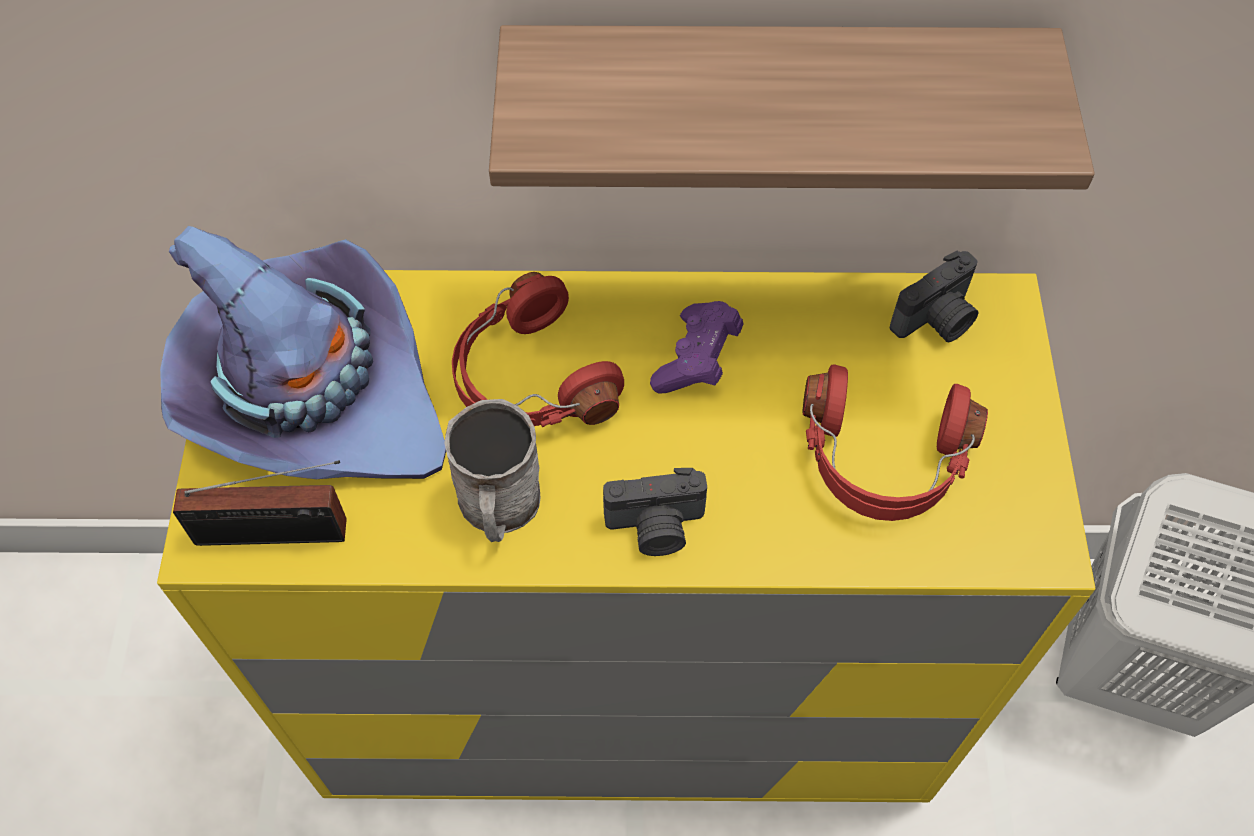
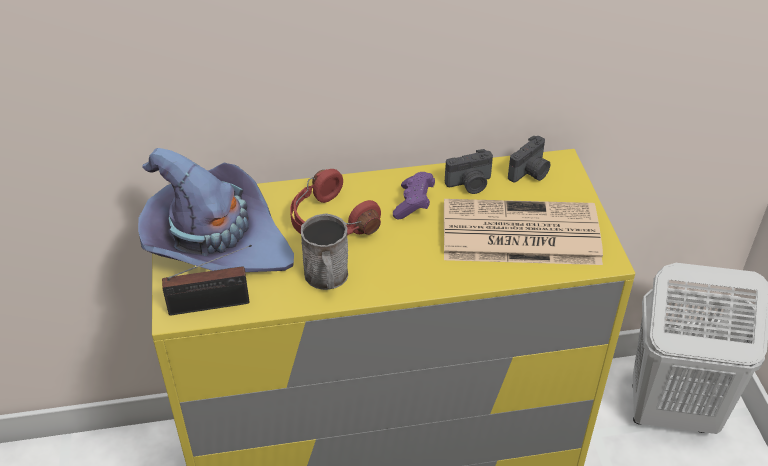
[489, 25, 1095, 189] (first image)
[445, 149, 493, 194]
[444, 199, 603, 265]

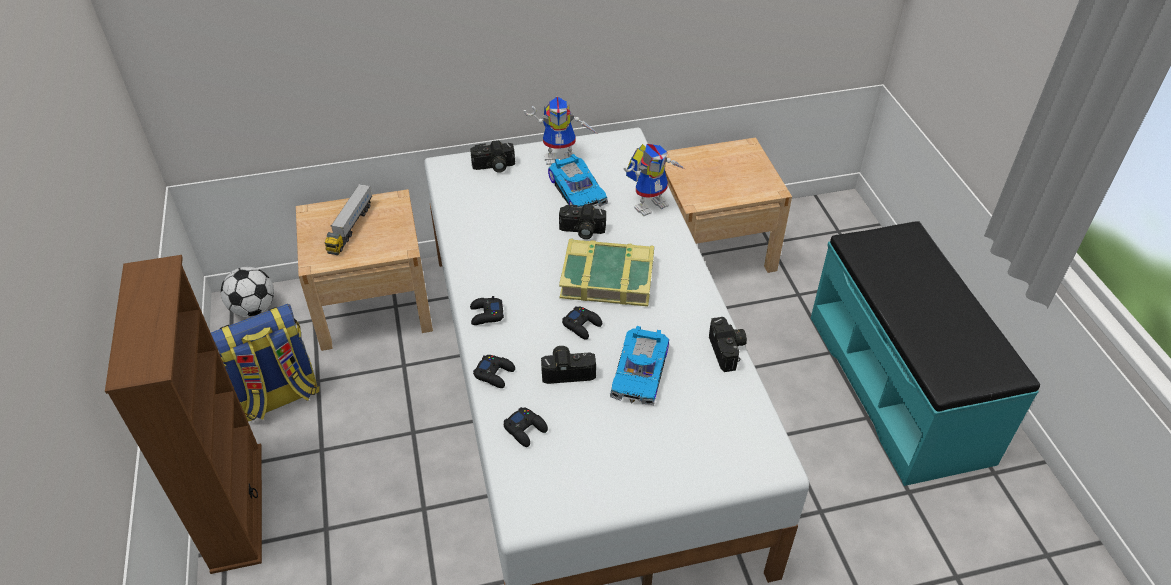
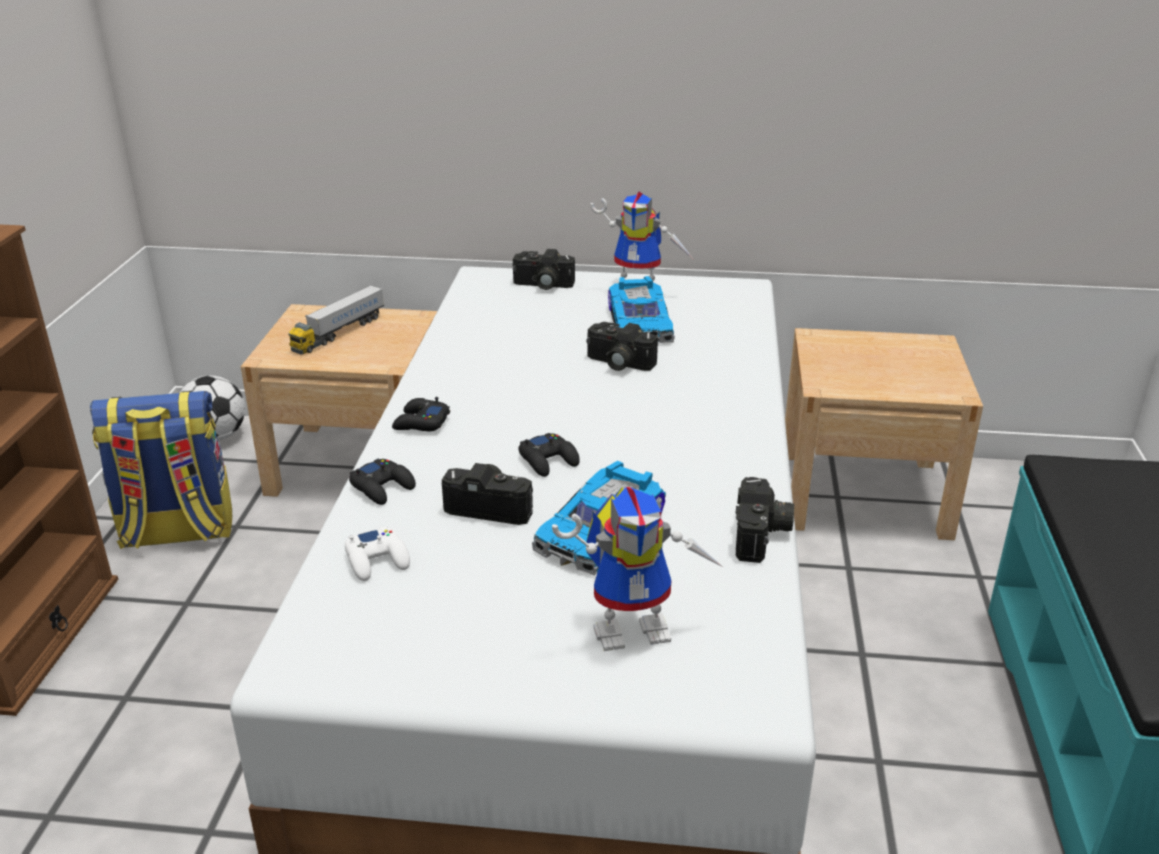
[559, 238, 654, 307] (first image)
[552, 487, 724, 651]
[345, 527, 410, 581]

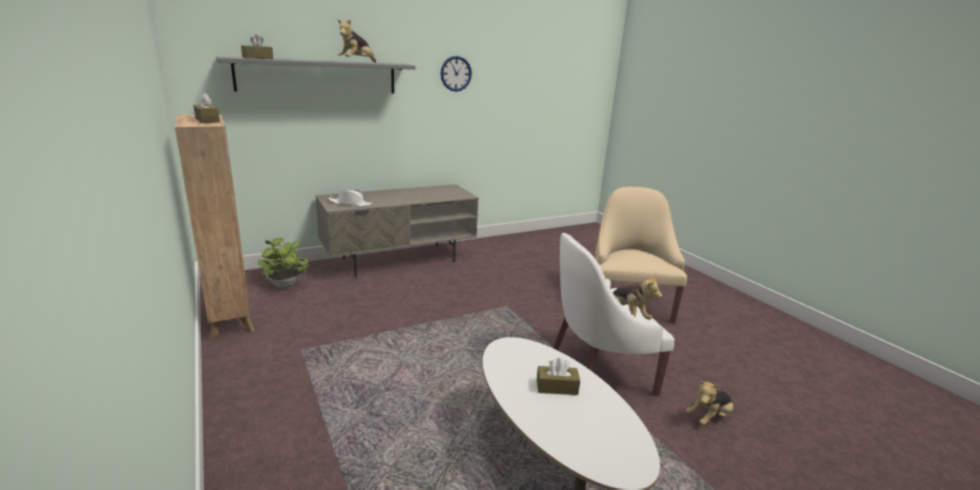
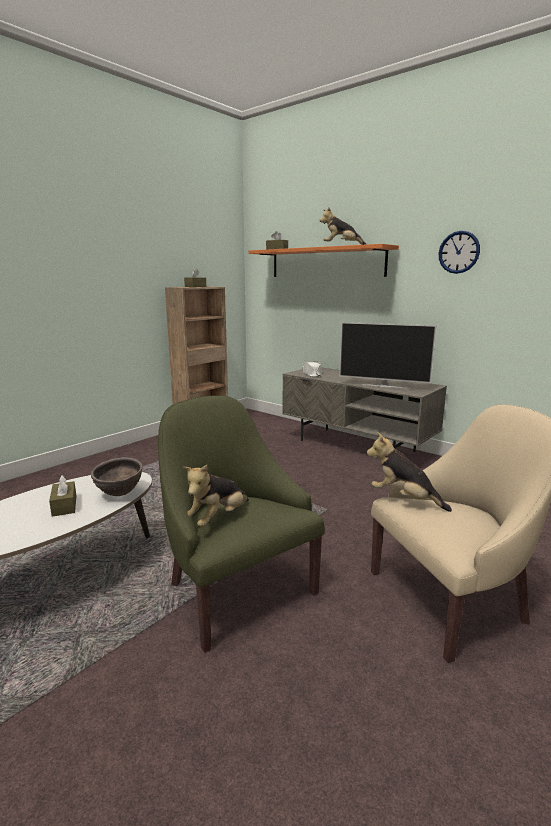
[258, 238, 310, 288] (first image)
[91, 457, 143, 496]
[339, 322, 436, 389]
[367, 432, 452, 512]
[249, 244, 399, 277]
[158, 395, 325, 653]

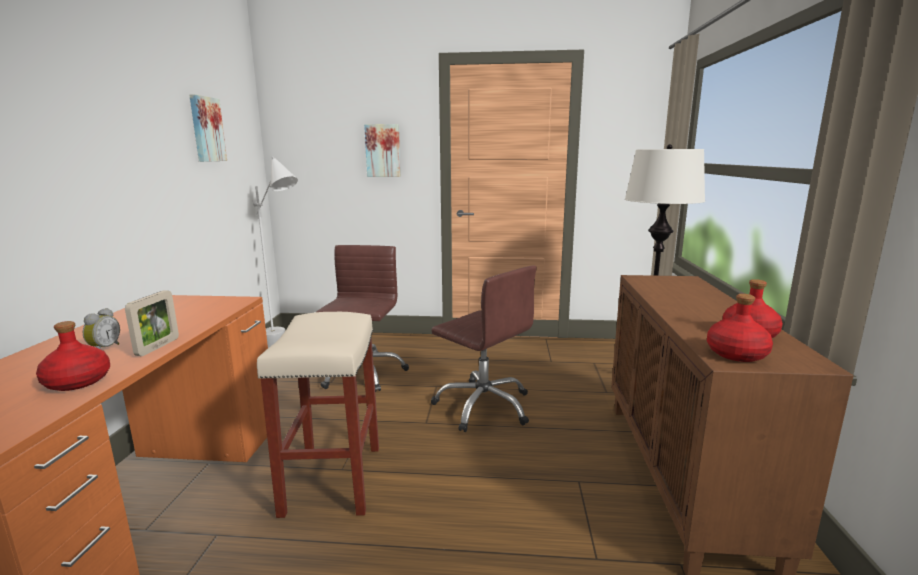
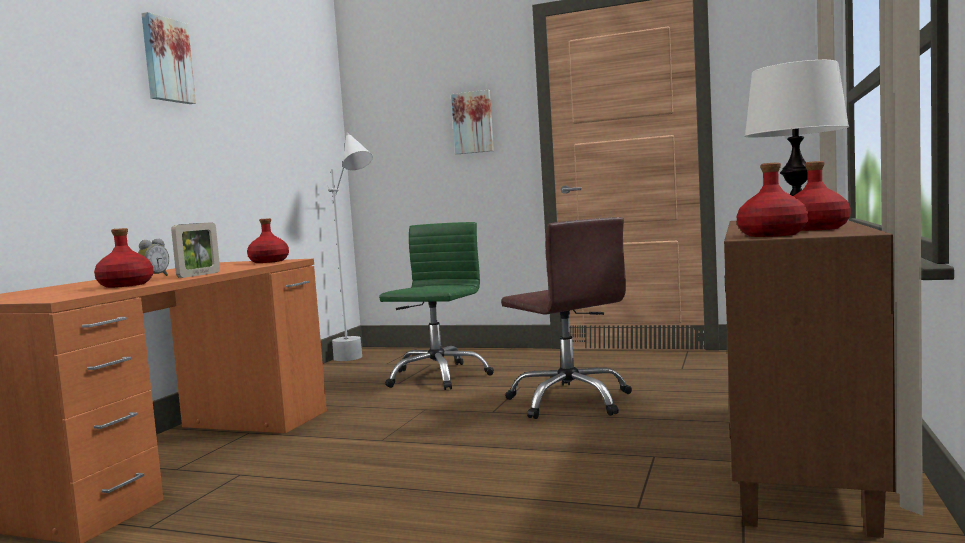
[257, 312, 379, 518] (first image)
[247, 218, 289, 263]
[141, 12, 196, 104]
[379, 222, 494, 390]

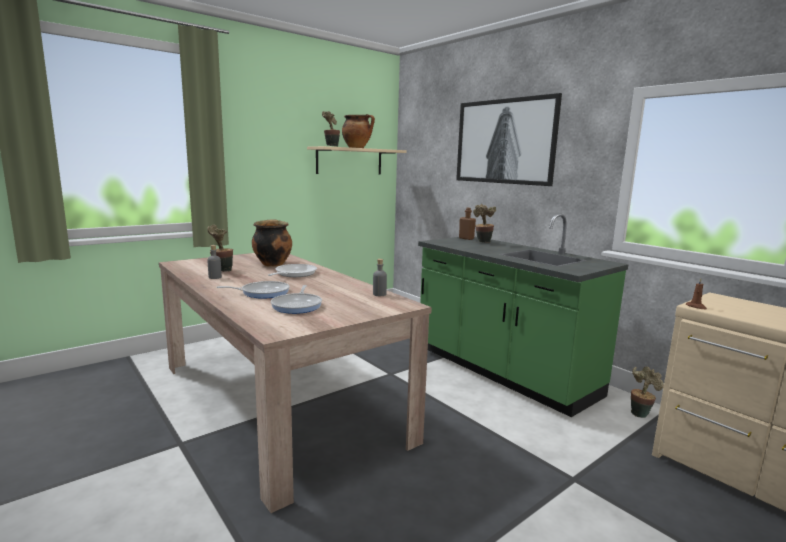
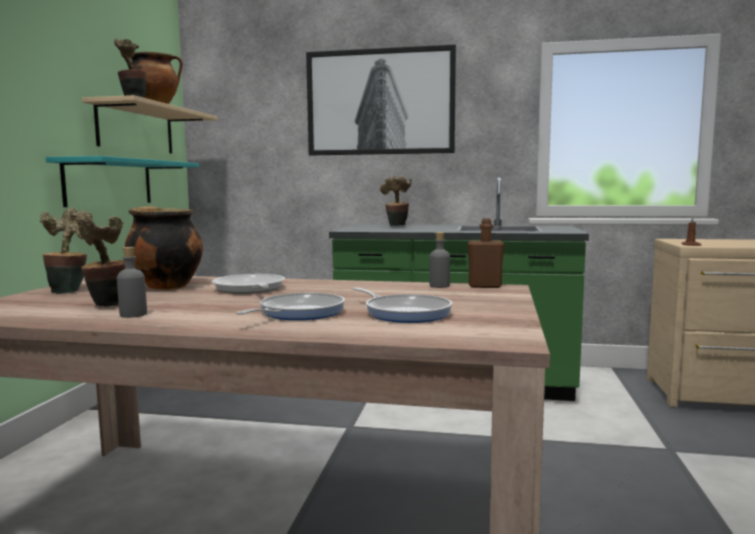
[46, 156, 199, 207]
[467, 218, 505, 288]
[40, 208, 87, 294]

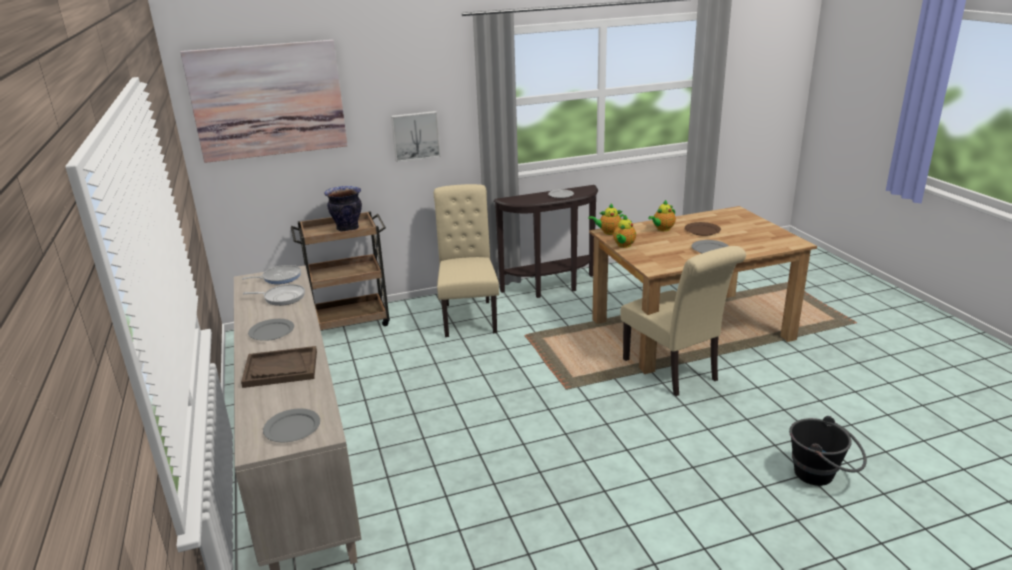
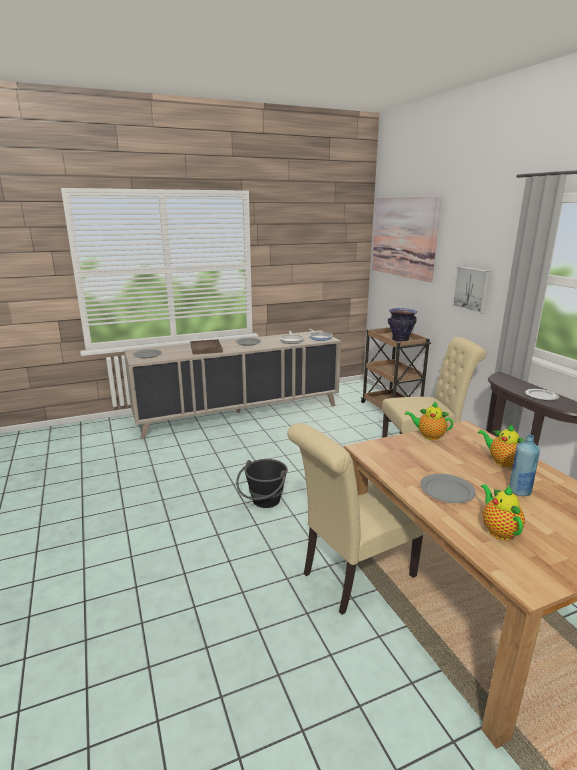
[481, 484, 525, 540]
[236, 459, 288, 508]
[509, 435, 540, 496]

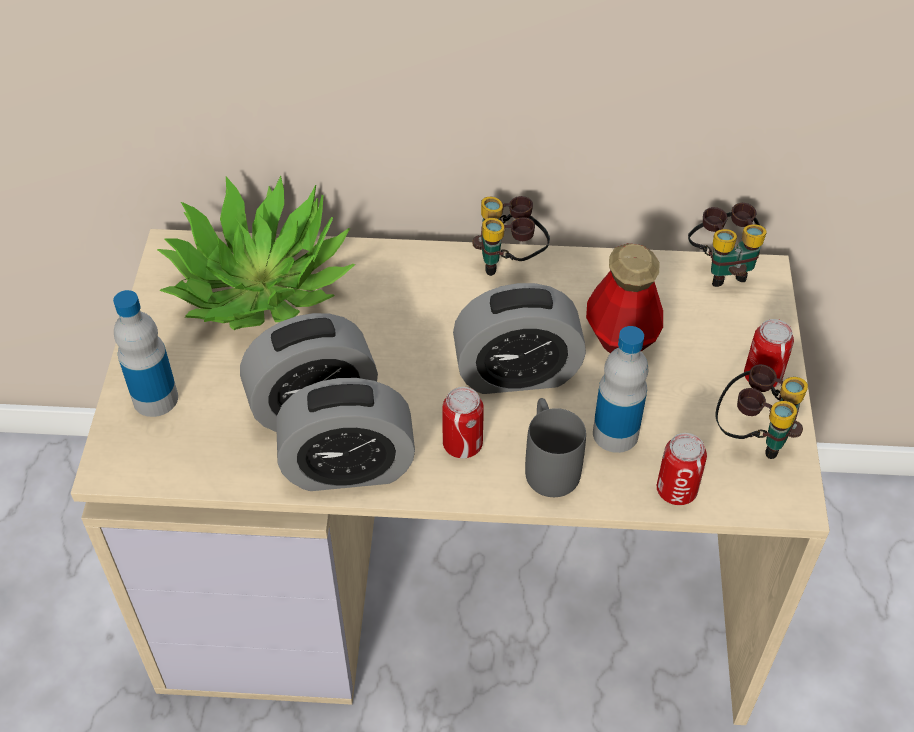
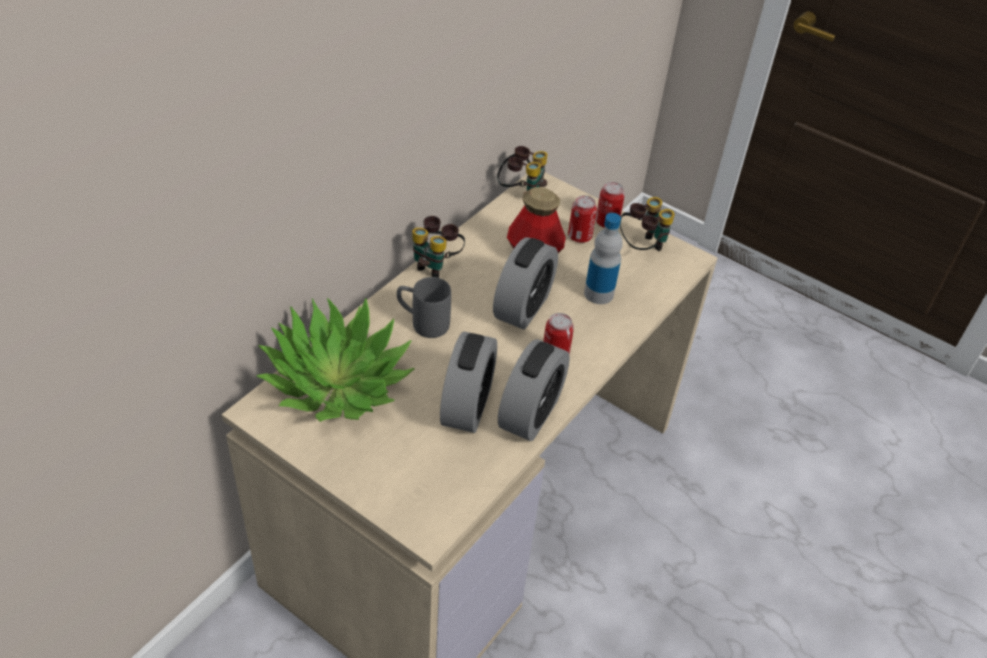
[113, 290, 178, 417] (first image)
[397, 277, 451, 338]
[568, 195, 597, 243]

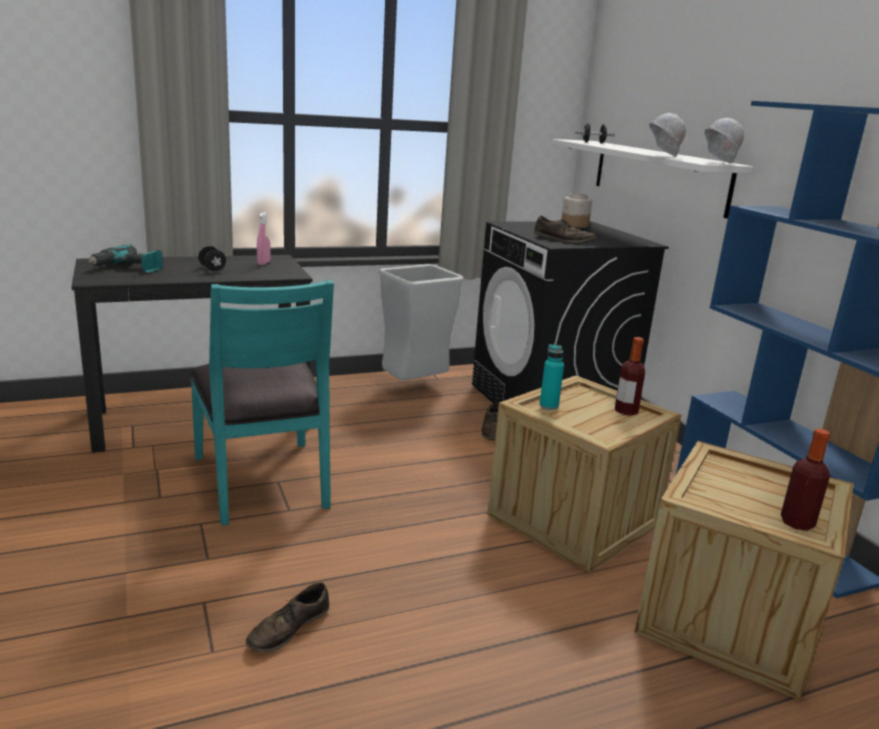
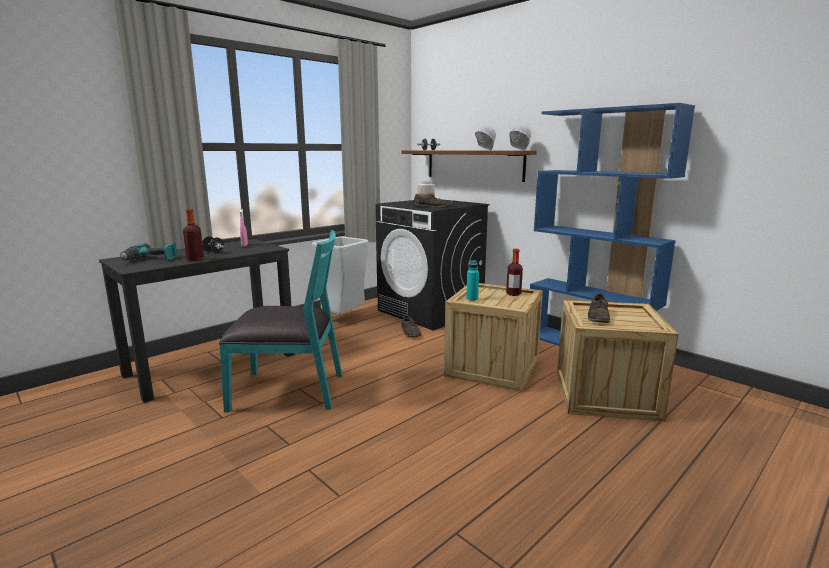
[588, 294, 610, 323]
[183, 209, 204, 261]
[402, 150, 537, 182]
[219, 230, 342, 412]

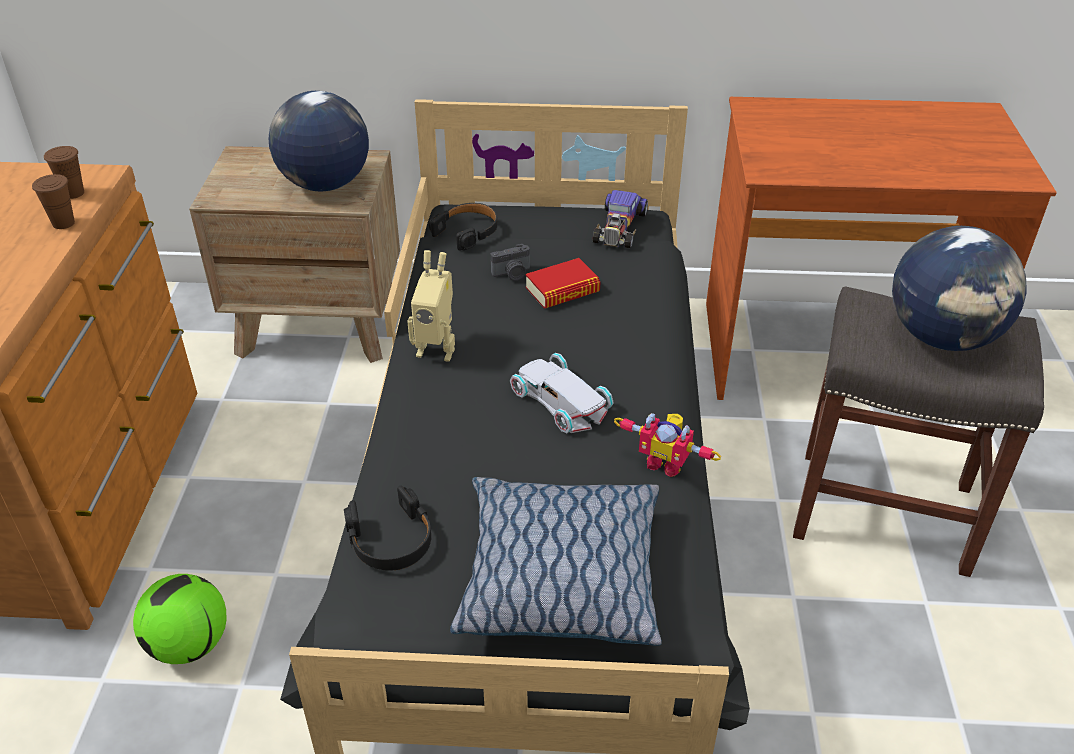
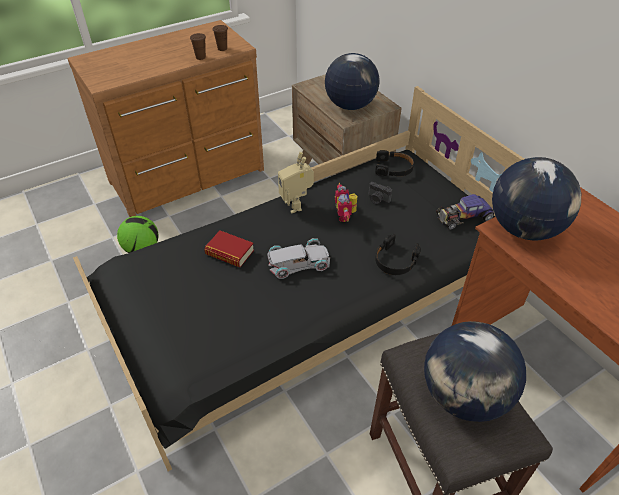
[450, 477, 662, 646] (first image)
[492, 157, 581, 241]
[375, 234, 421, 275]
[204, 230, 254, 267]
[335, 183, 357, 222]
[268, 238, 330, 279]

